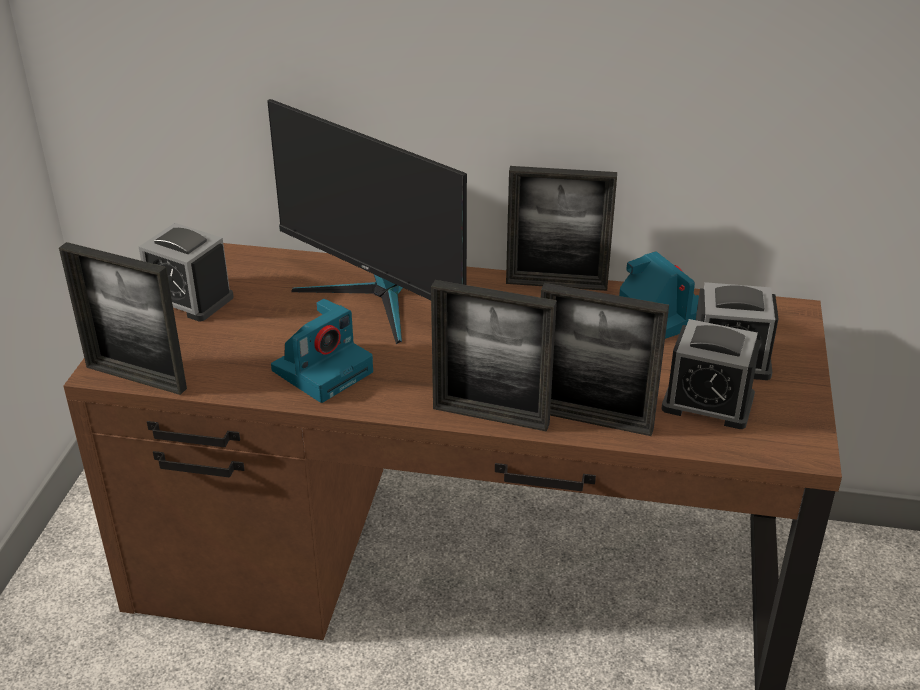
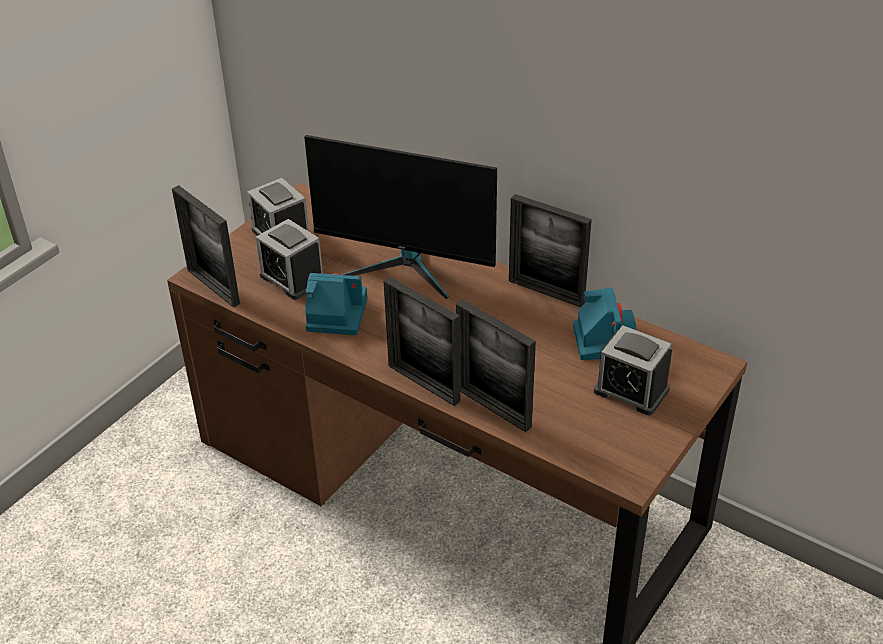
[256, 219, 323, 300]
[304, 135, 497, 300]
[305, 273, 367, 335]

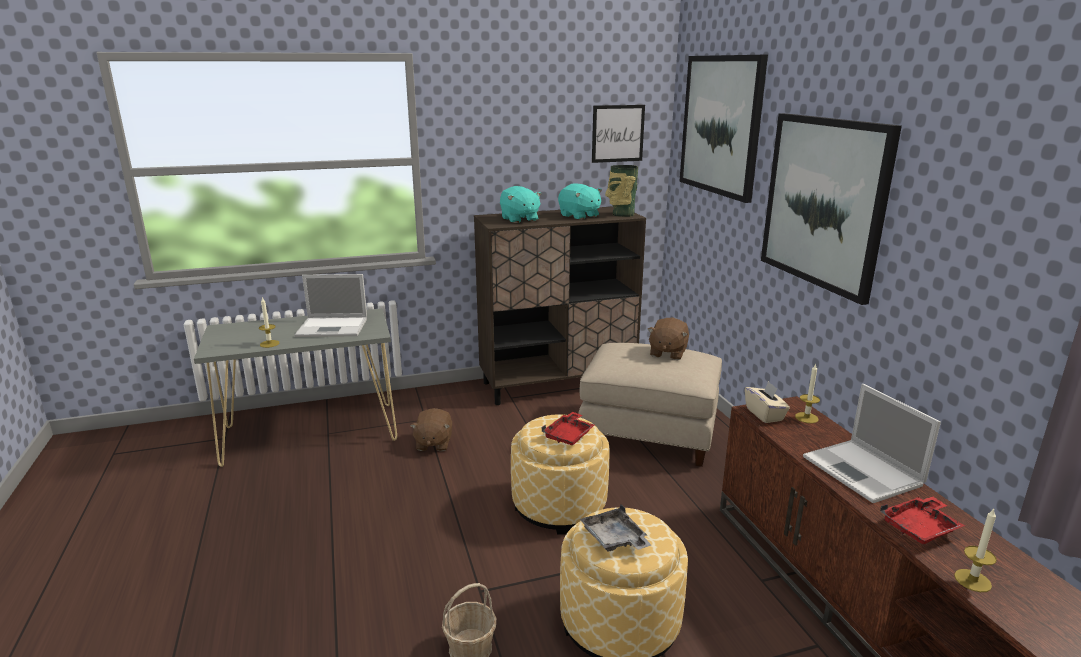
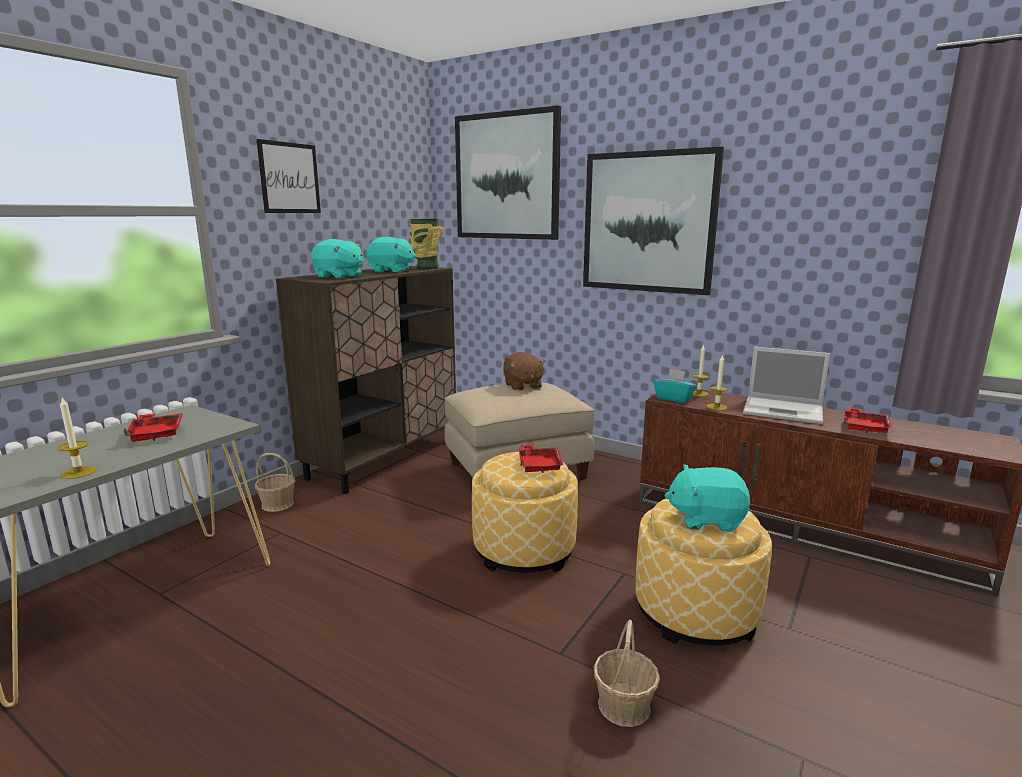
[410, 408, 452, 451] (first image)
[255, 453, 295, 512]
[257, 139, 321, 213]
[707, 354, 728, 410]
[124, 413, 183, 442]
[664, 464, 750, 532]
[654, 369, 696, 403]

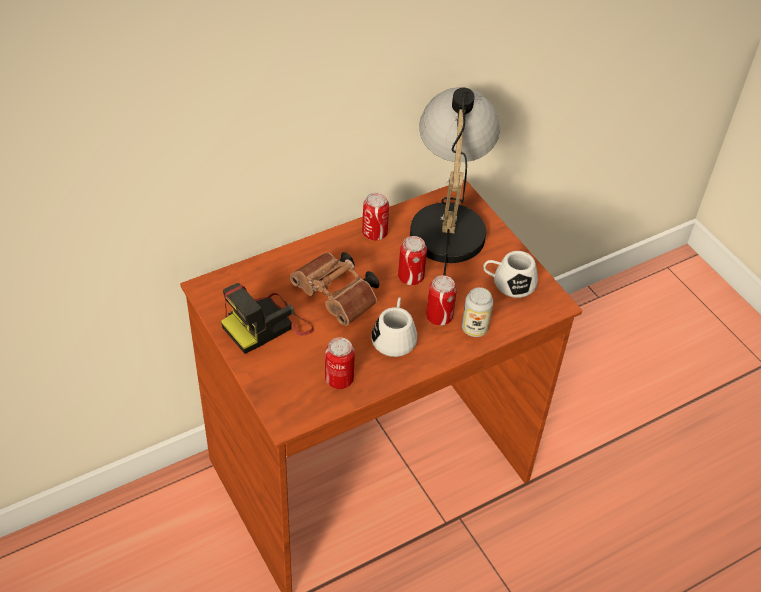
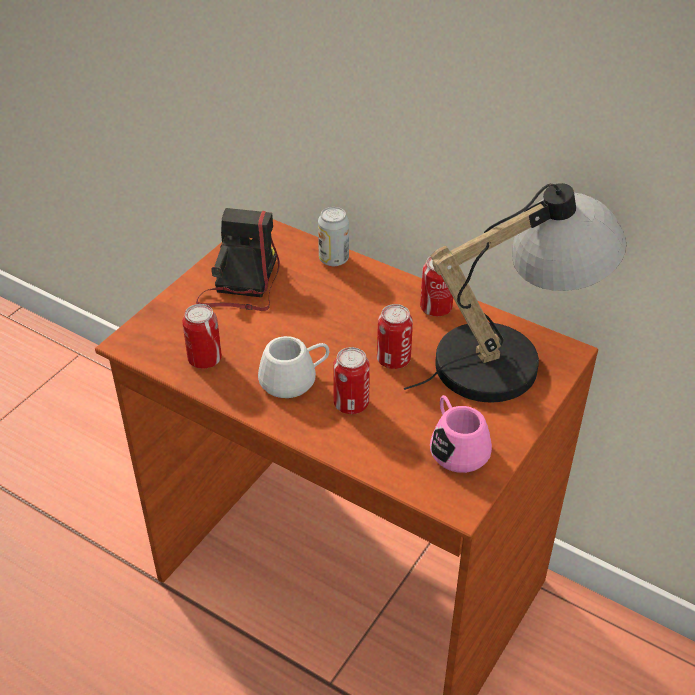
[290, 252, 380, 326] (first image)
[318, 207, 349, 266]
[430, 395, 492, 473]
[196, 208, 280, 311]

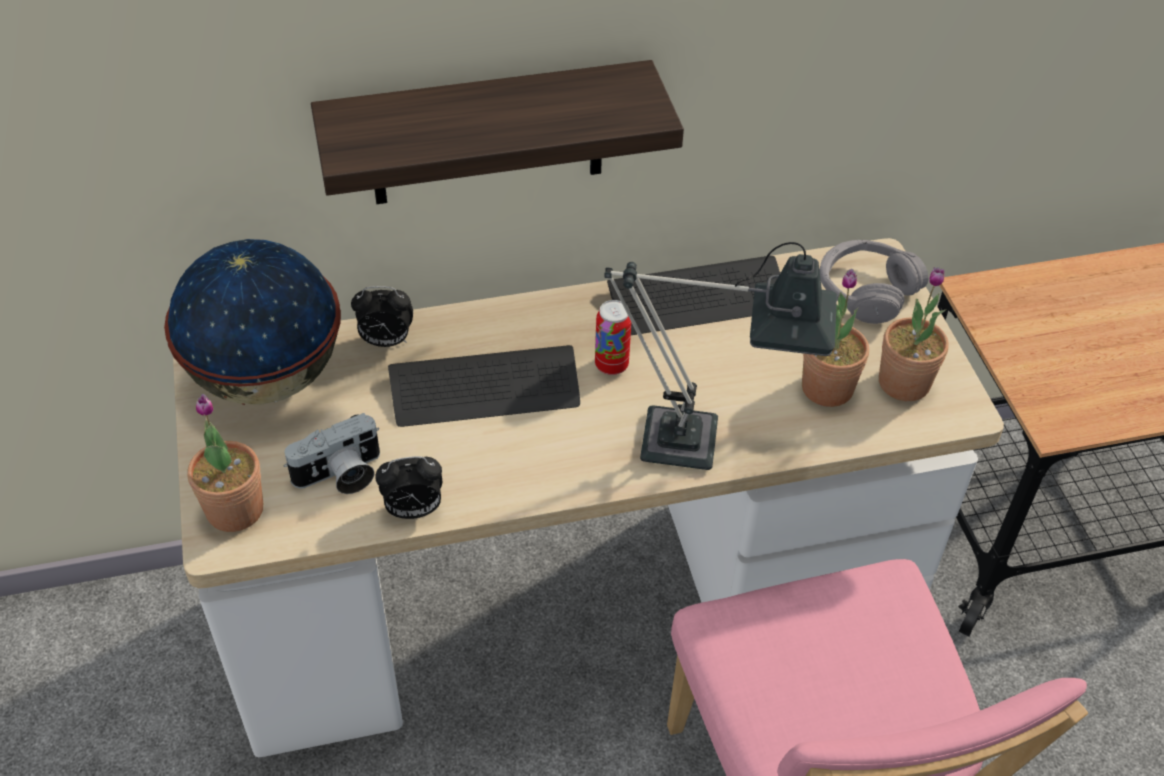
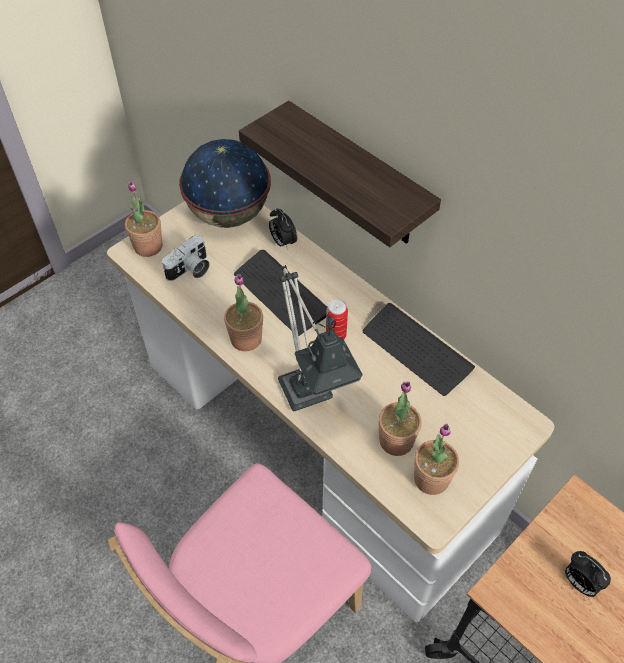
[820, 240, 928, 324] (first image)
[224, 274, 263, 351]
[565, 551, 611, 597]
[162, 235, 209, 281]

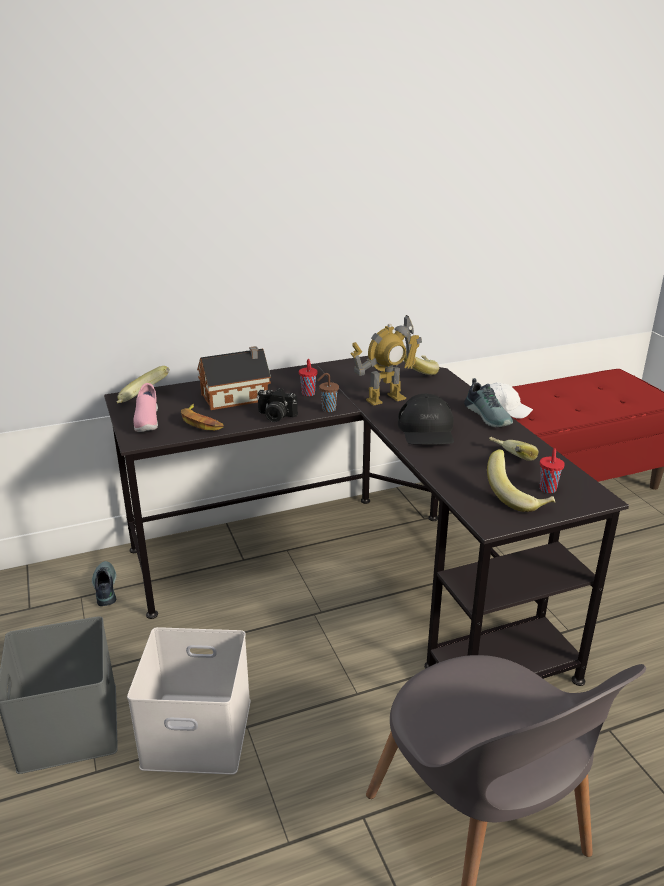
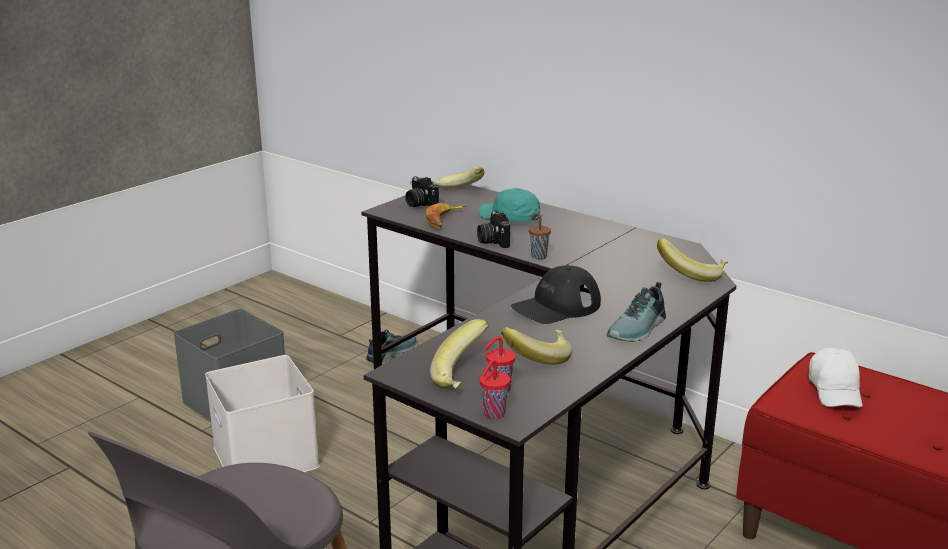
[351, 315, 422, 406] (first image)
[480, 360, 510, 419]
[405, 176, 439, 207]
[479, 188, 541, 222]

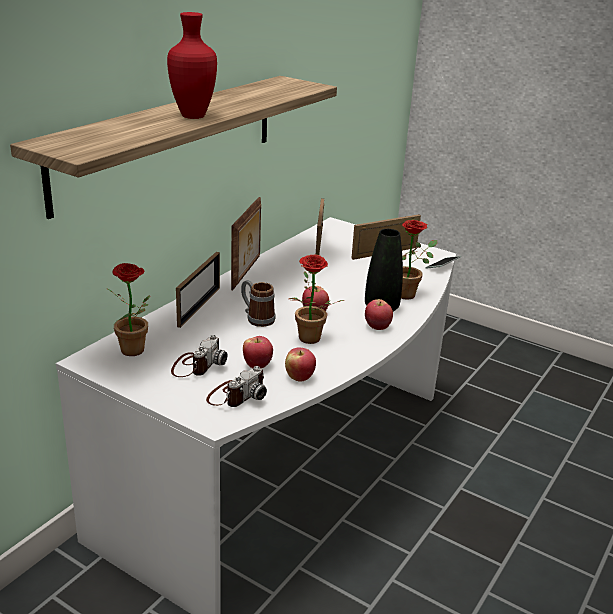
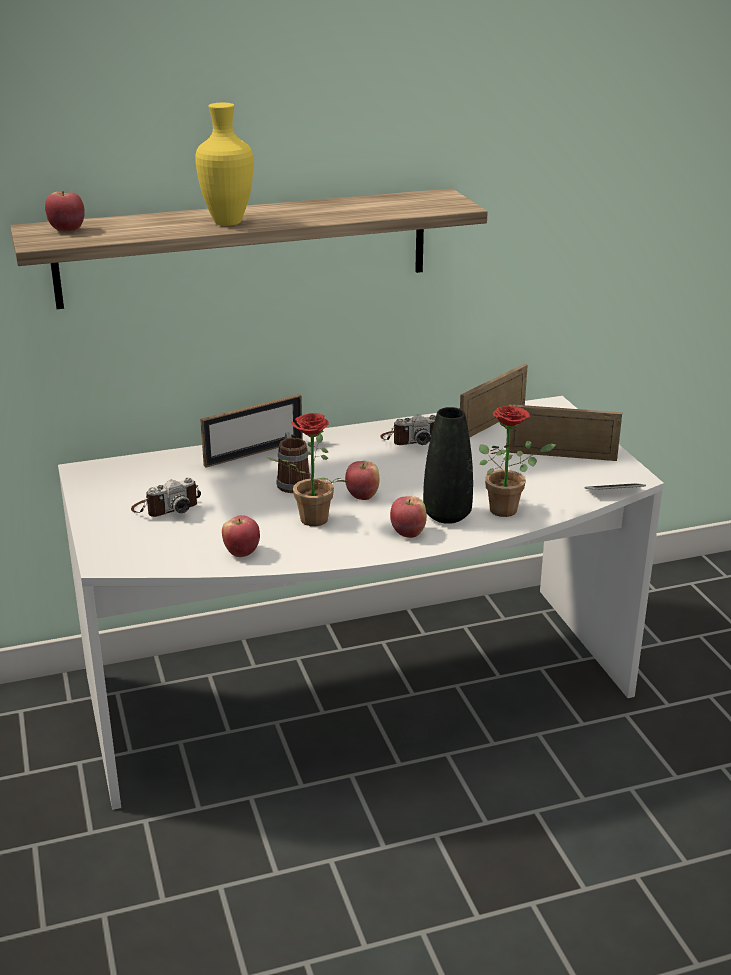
[108, 263, 150, 356] (first image)
[231, 197, 261, 290] (first image)
[380, 414, 436, 445]
[45, 191, 85, 232]
[195, 103, 254, 226]

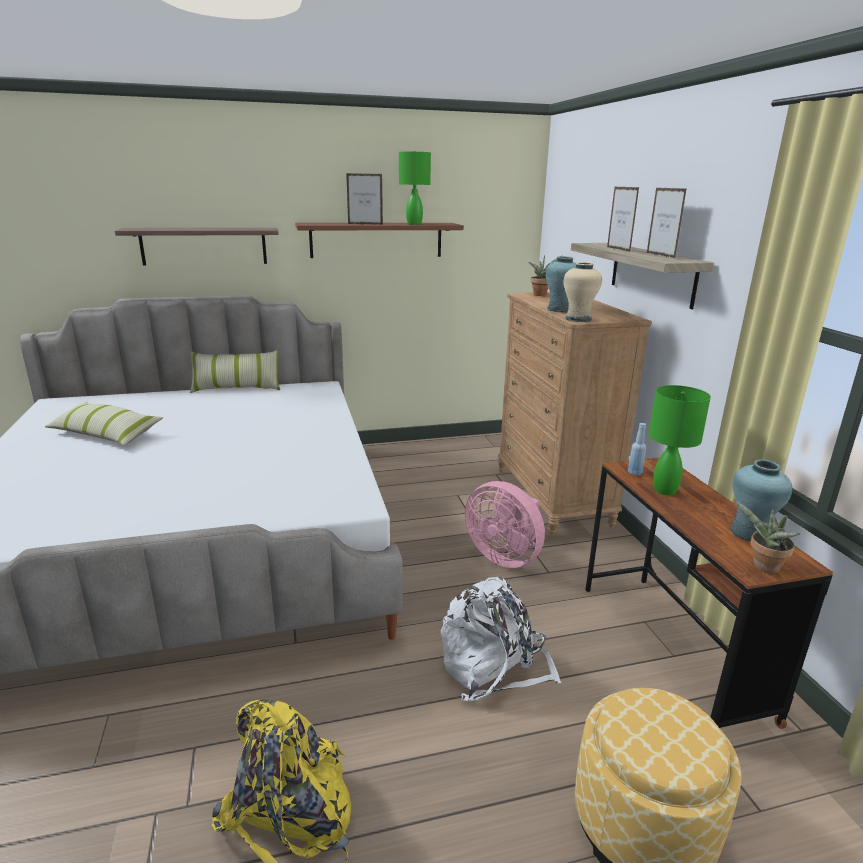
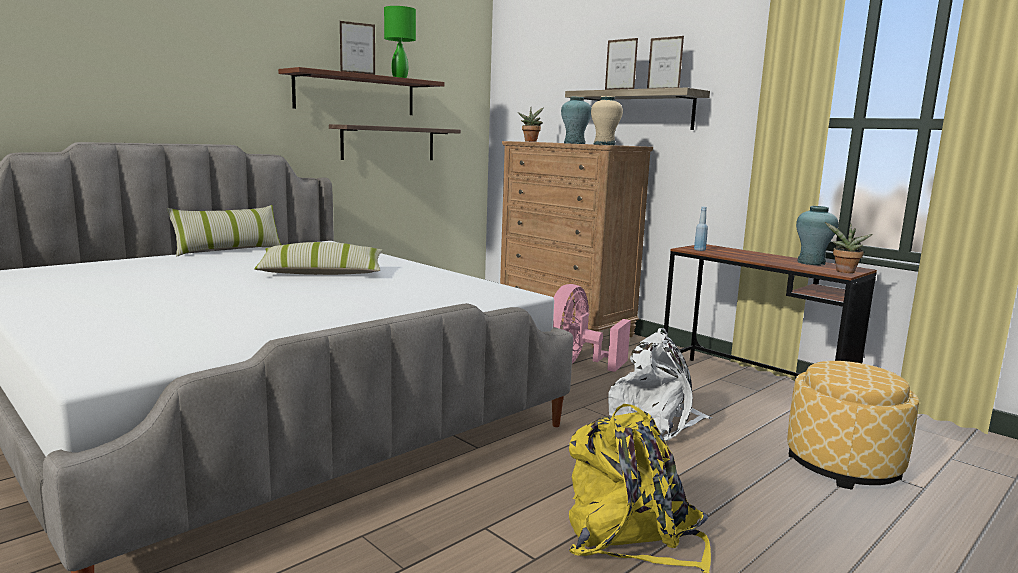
[649, 385, 711, 495] (first image)
[254, 242, 383, 275]
[329, 124, 461, 160]
[553, 284, 631, 372]

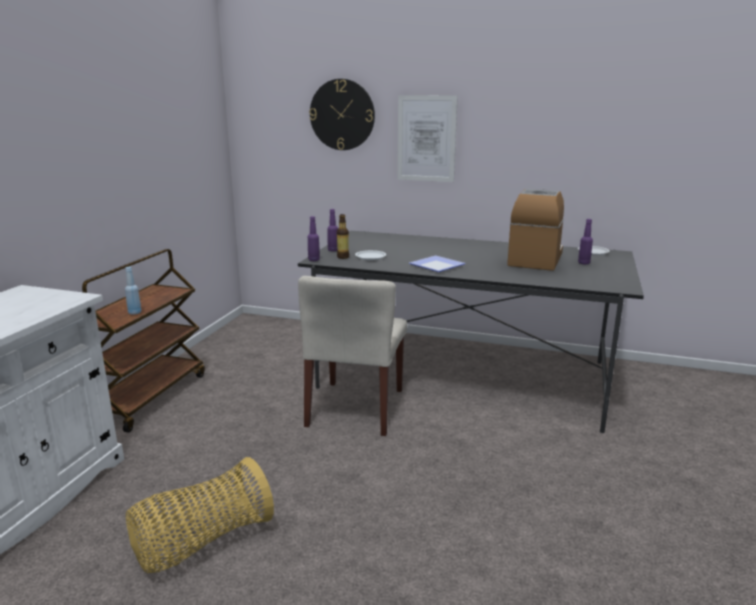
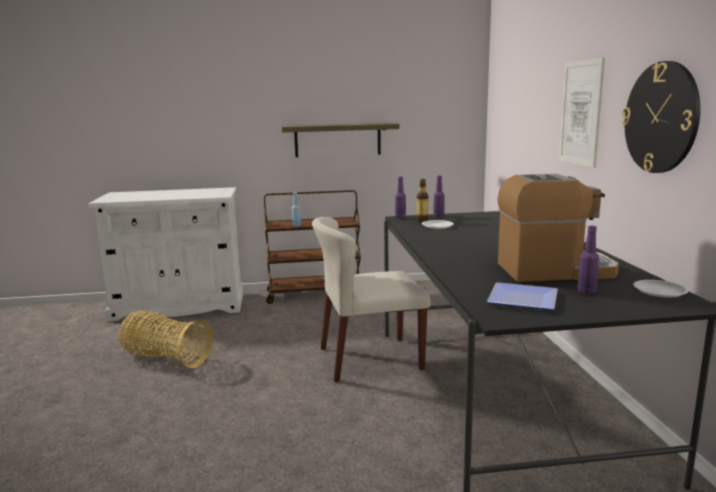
[282, 122, 399, 157]
[622, 61, 701, 173]
[487, 283, 558, 310]

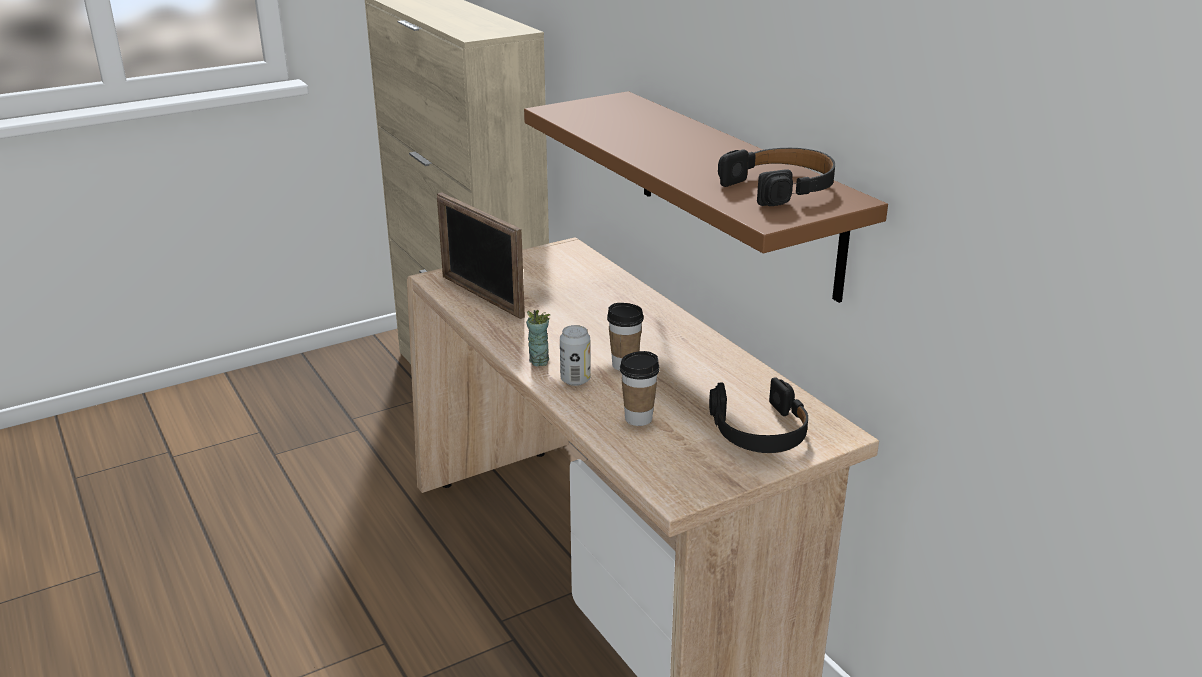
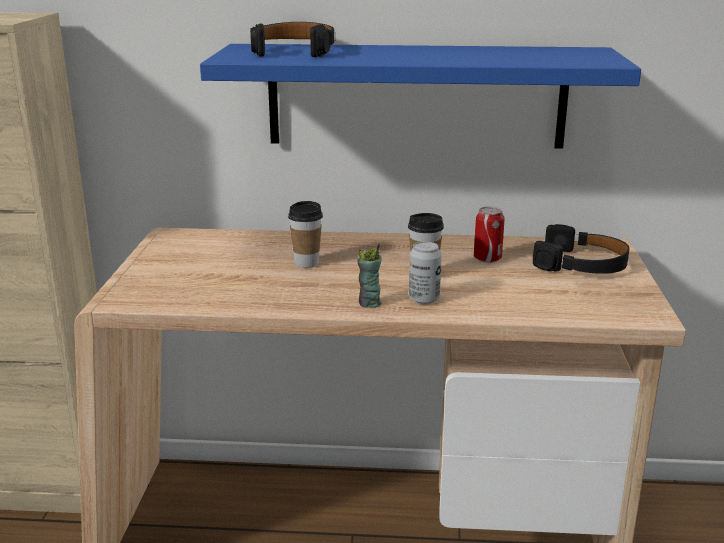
[437, 192, 525, 319] (first image)
[474, 207, 505, 263]
[288, 201, 323, 268]
[250, 22, 336, 57]
[200, 44, 641, 149]

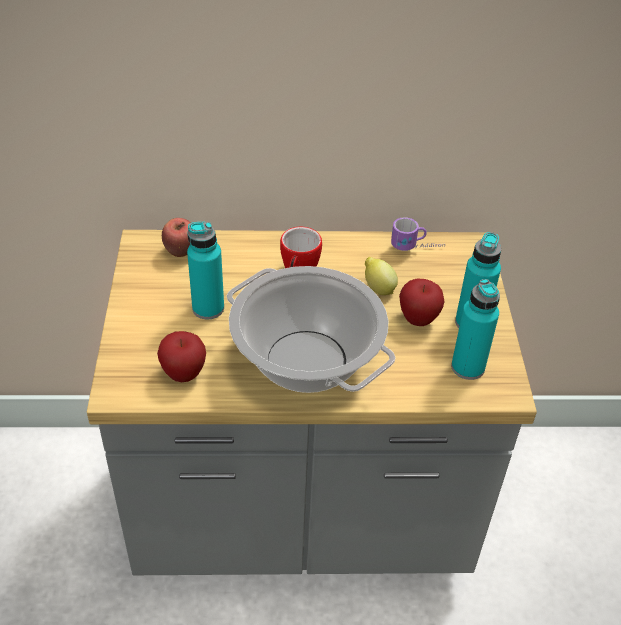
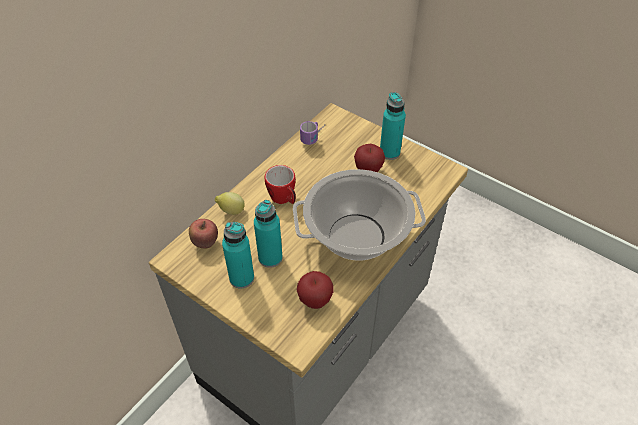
[215, 192, 245, 215]
[222, 222, 254, 289]

